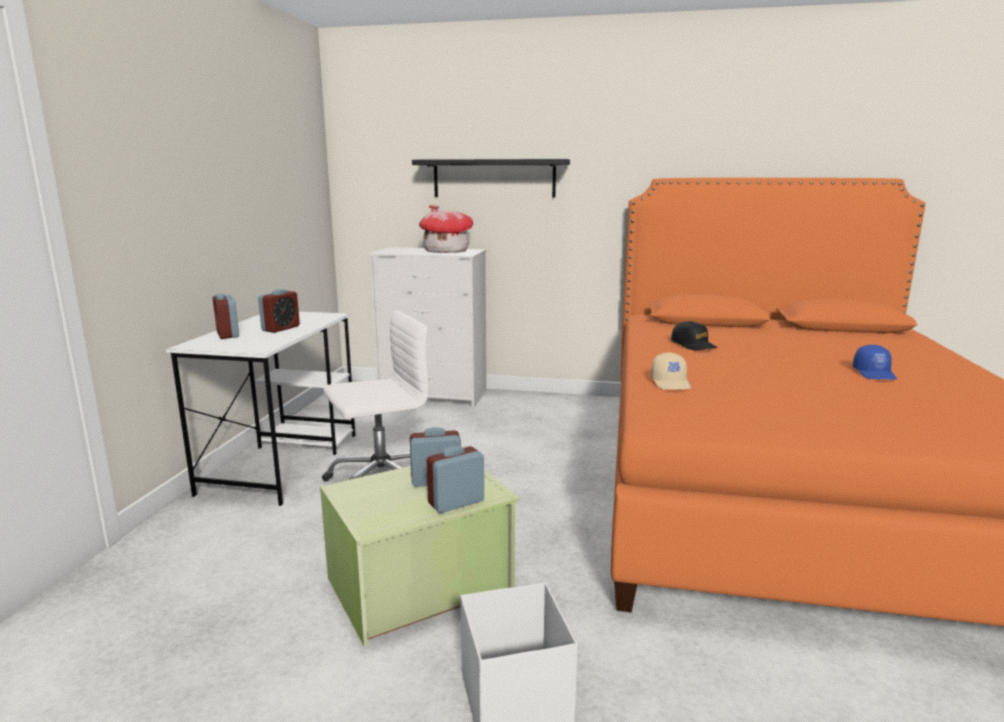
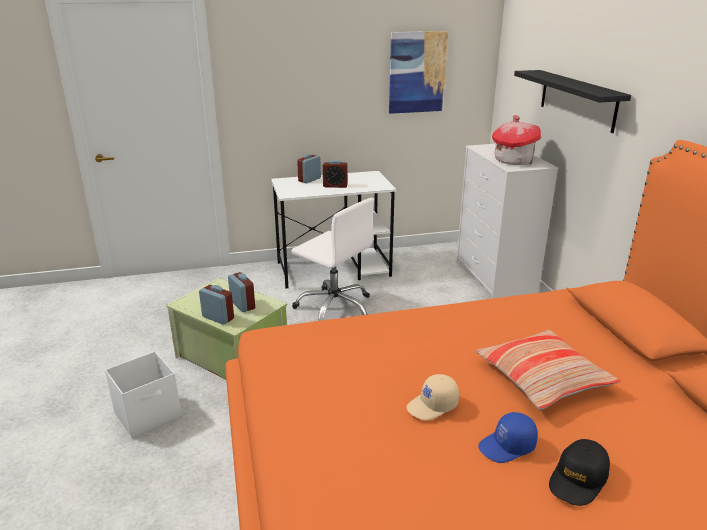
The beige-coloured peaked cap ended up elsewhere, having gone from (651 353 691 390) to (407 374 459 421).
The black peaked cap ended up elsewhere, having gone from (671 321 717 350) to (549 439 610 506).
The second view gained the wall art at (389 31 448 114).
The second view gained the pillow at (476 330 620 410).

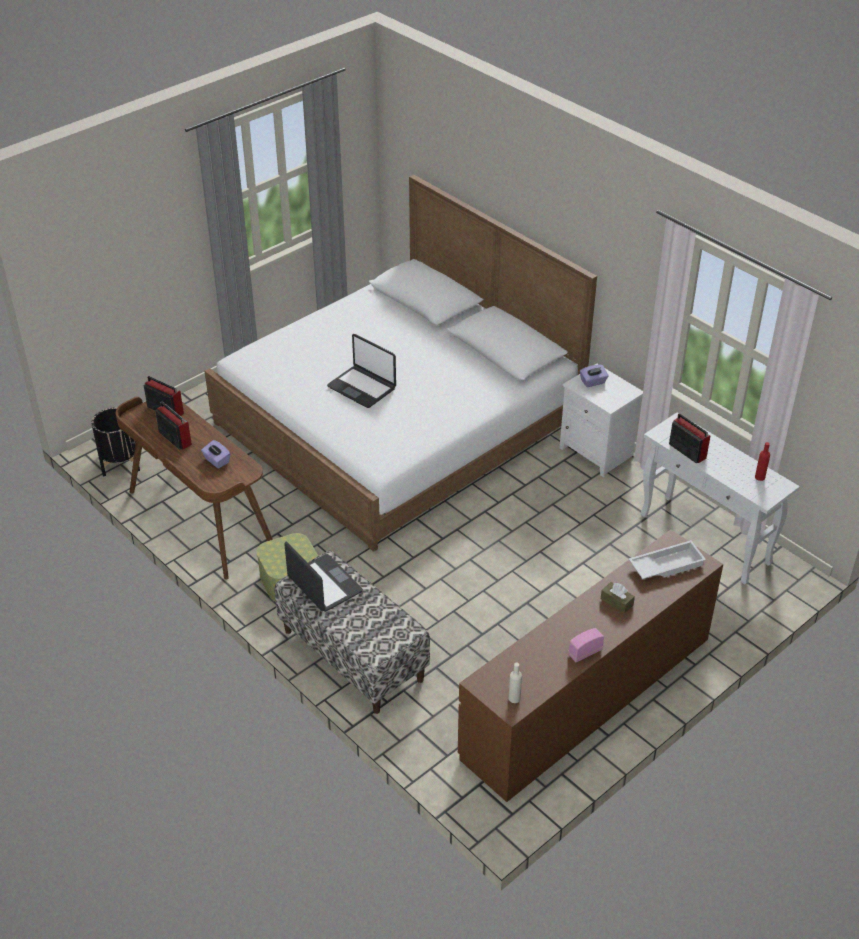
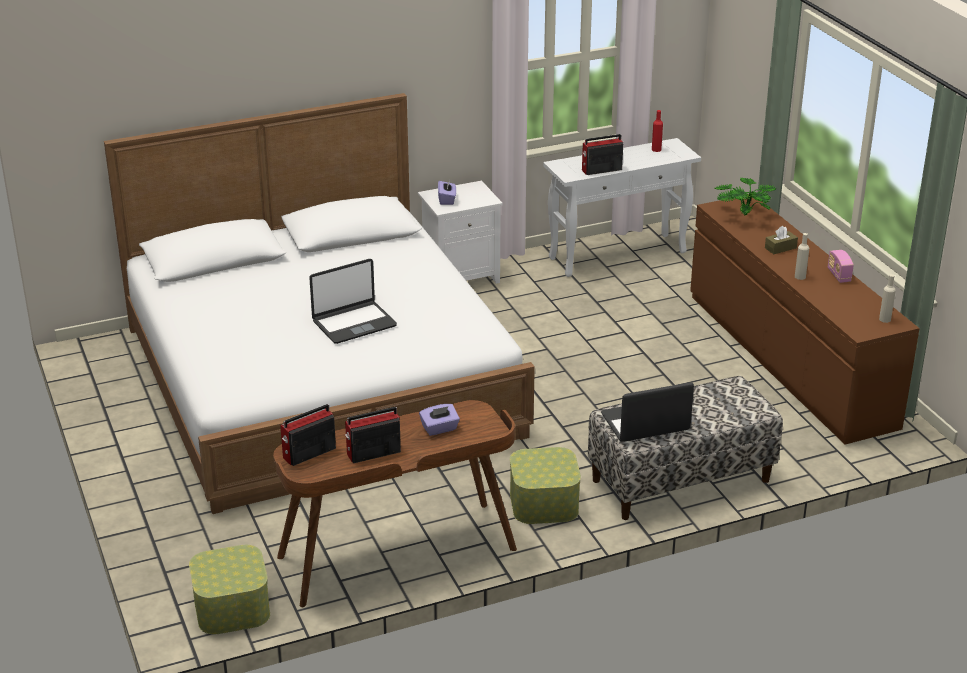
Where the black planter stood at (91 408 140 476), the storage box came to stand at (189 545 270 635).
Where the whitish tray stood at (629 540 706 579), the potted plant came to stand at (714 177 777 216).
The second view gained the beige-coloured beverage bottle at (795 233 809 280).

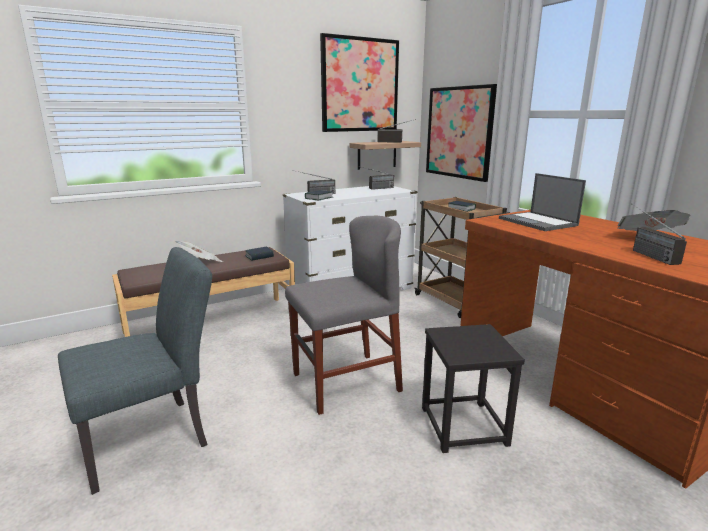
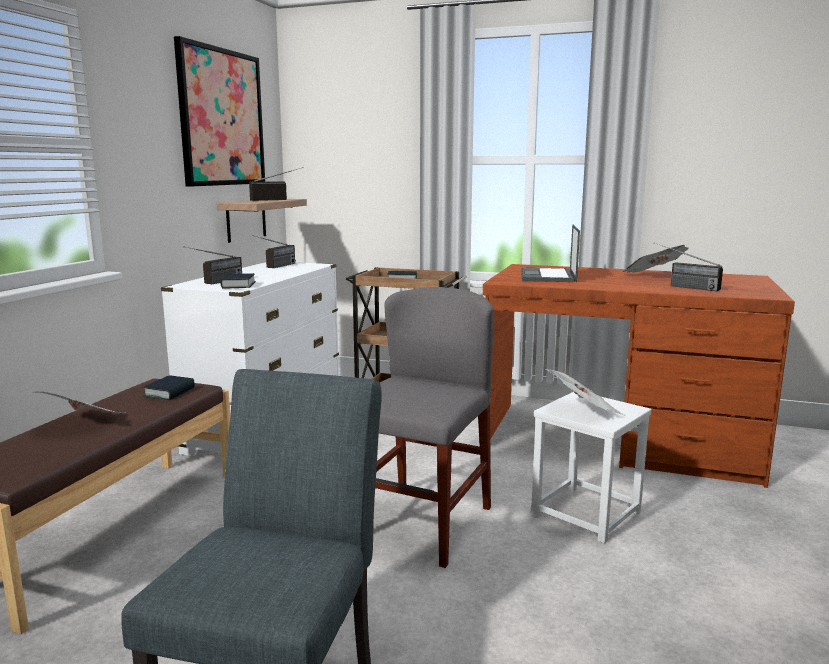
What was the black sitting stool at (422 324 525 453) turned into the whitish sitting stool at (531 392 652 543).
The second view lost the wall art at (426 84 497 182).
The portable computer at (499 173 586 231) ended up facing another way, 75 degrees clockwise from before.
The second view gained the newspaper at (546 369 626 416).

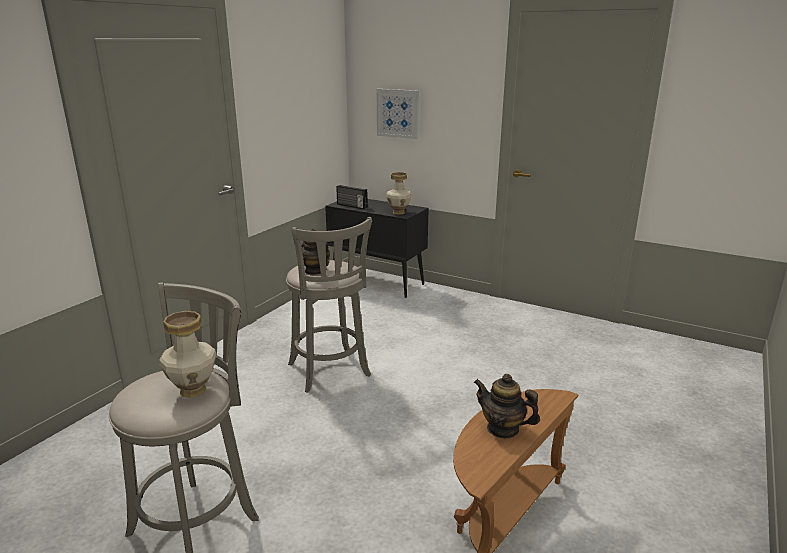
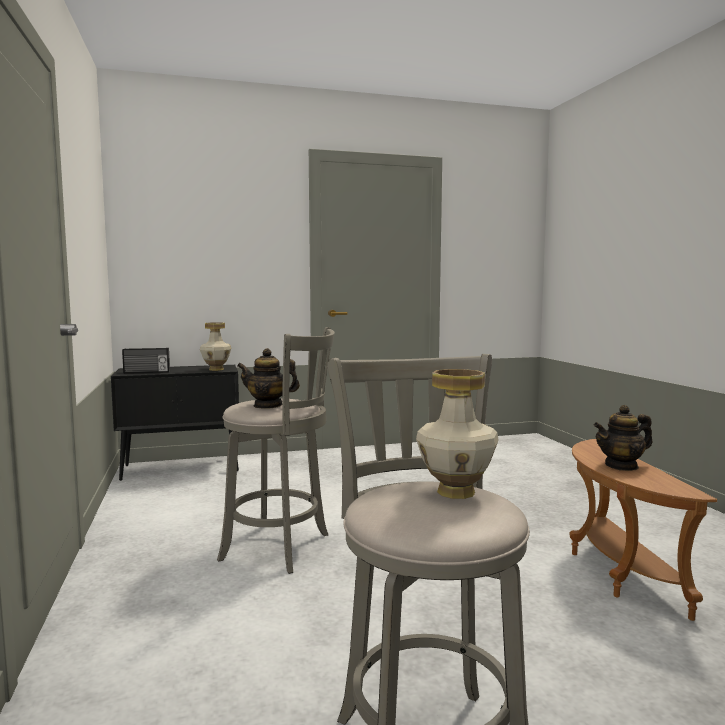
The second view lost the wall art at (376 89 419 139).

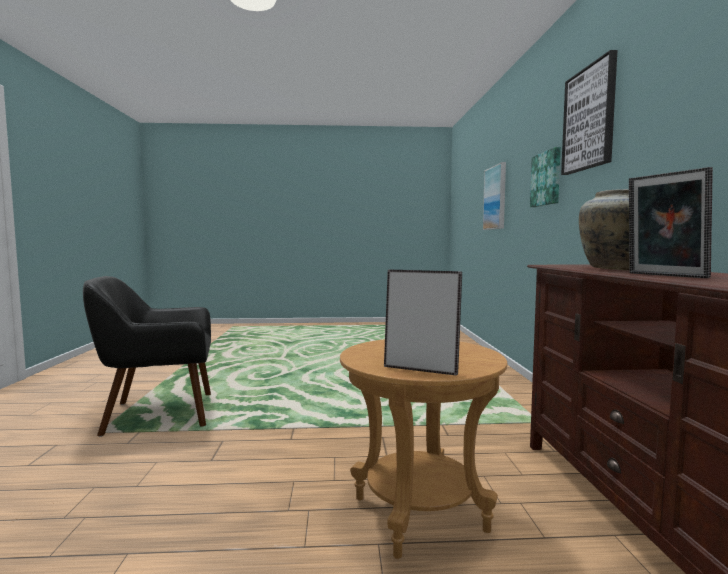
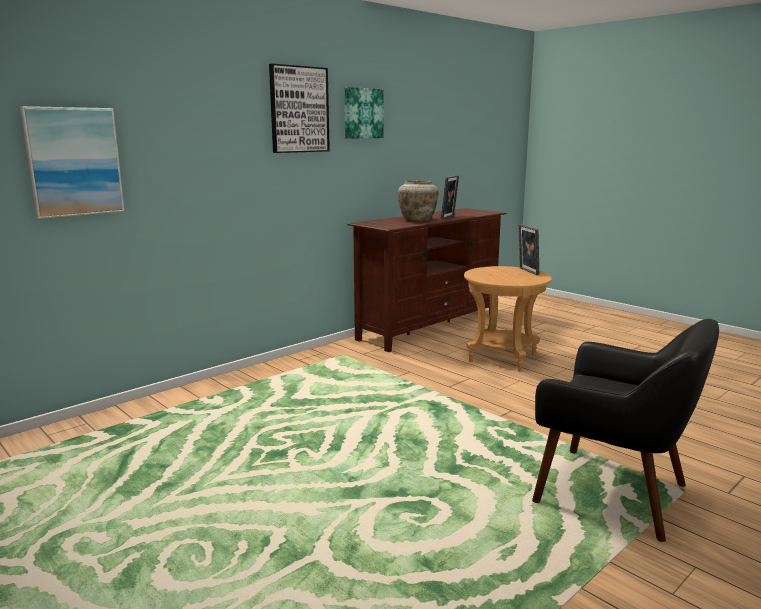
The wall art ended up elsewhere, having gone from (530 147 561 207) to (345 87 384 139).

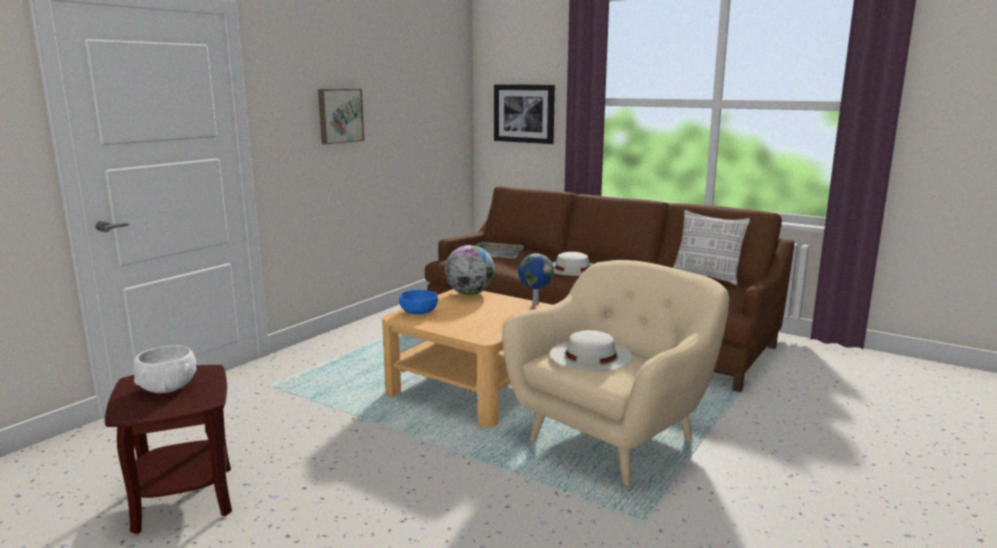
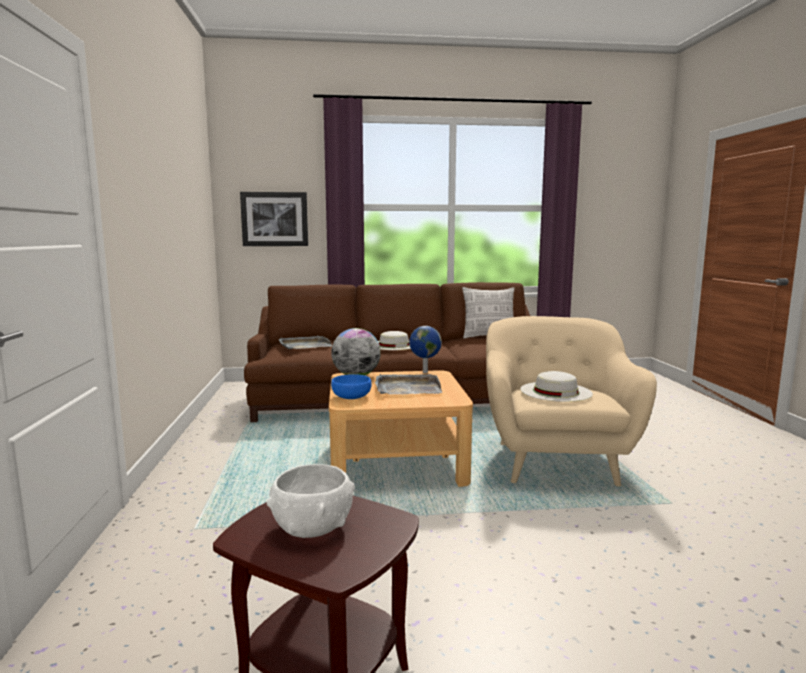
The second view lost the wall art at (318 89 364 144).
The second view gained the gray tray at (375 374 442 394).

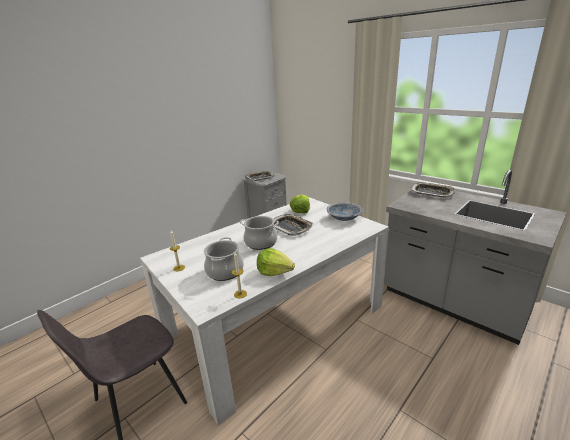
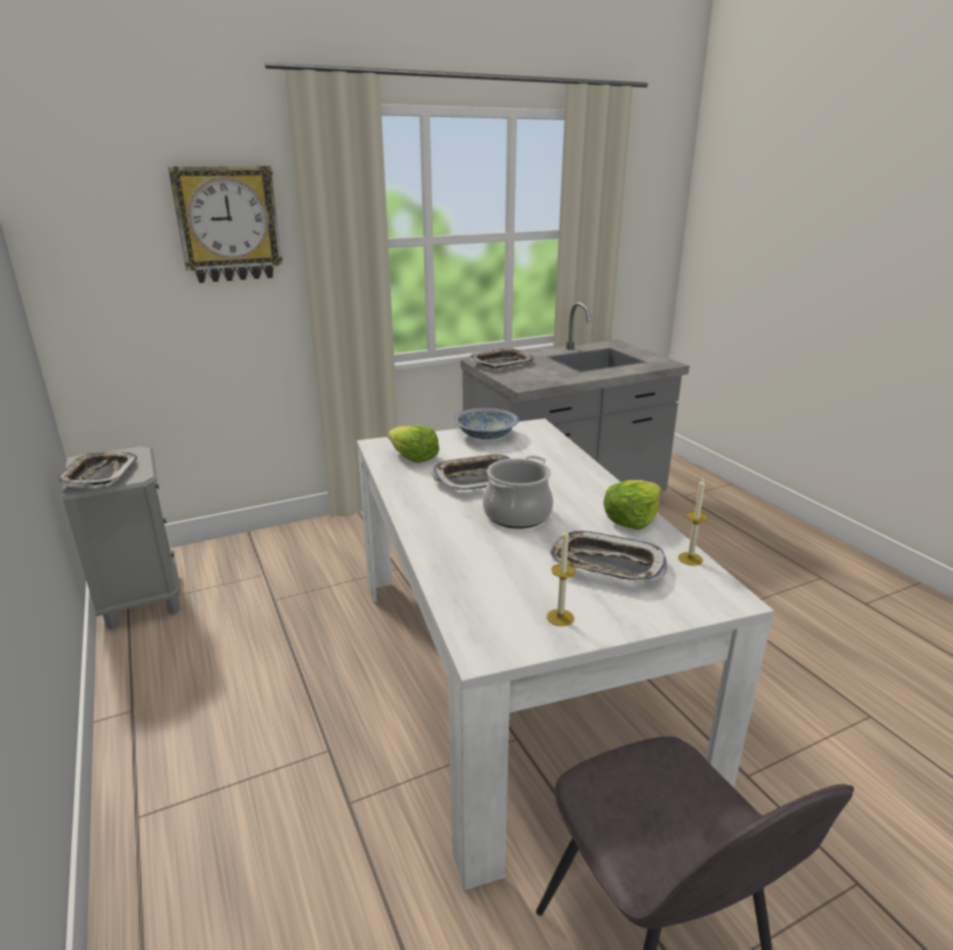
Where the cooking pot stood at (204 237 244 281), the tray came to stand at (549 531 667 581).
The second view gained the wall clock at (168 166 283 283).

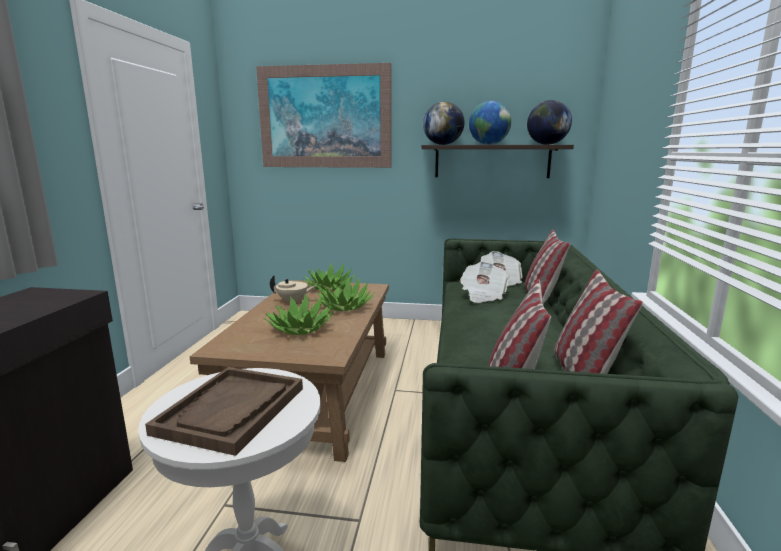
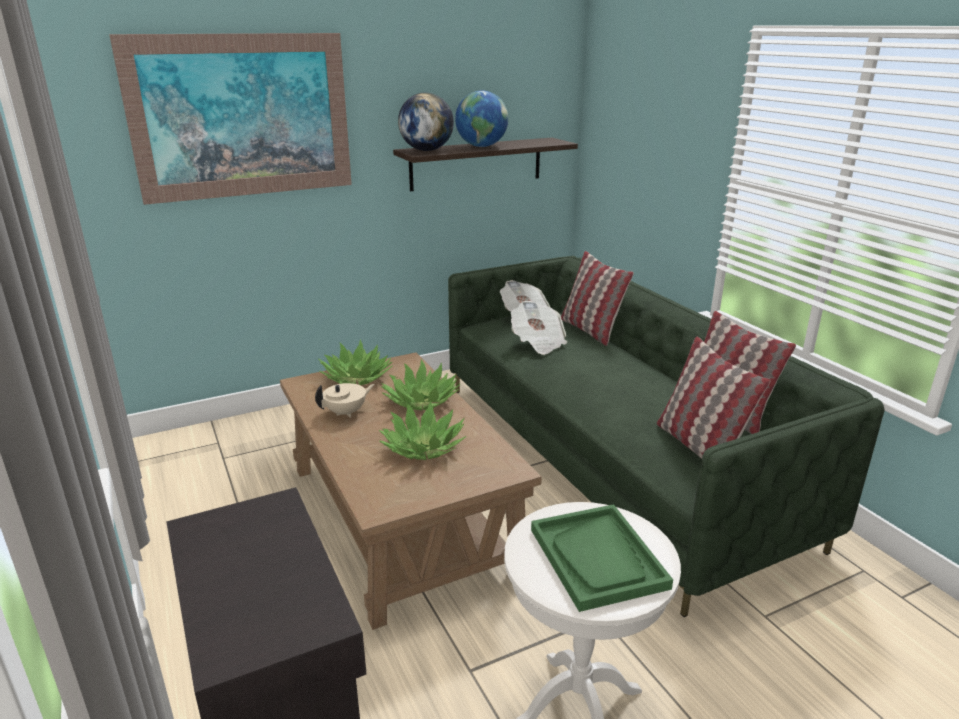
What was the brown-coloured tray at (145 367 303 456) turned into the greenish tray at (531 504 673 612).
The second view lost the world globe at (527 100 572 145).

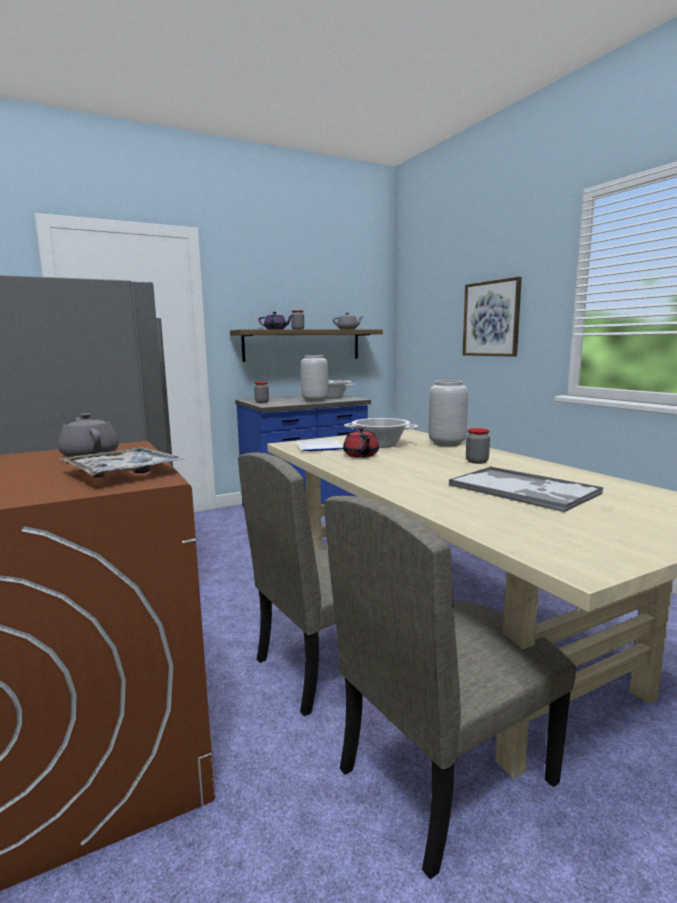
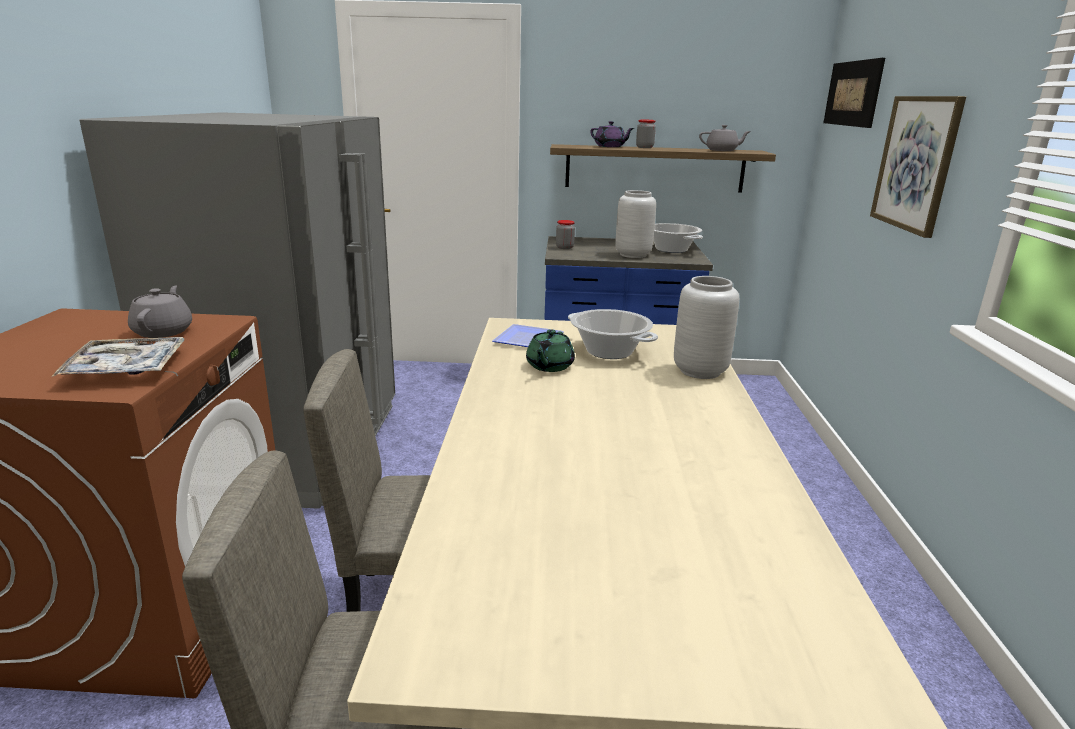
What was the red teapot at (343 427 379 458) turned into the greenish teapot at (526 329 575 372).
The second view lost the tray at (449 466 603 512).
The second view lost the jar at (466 428 490 464).
The second view gained the wall art at (823 58 885 128).

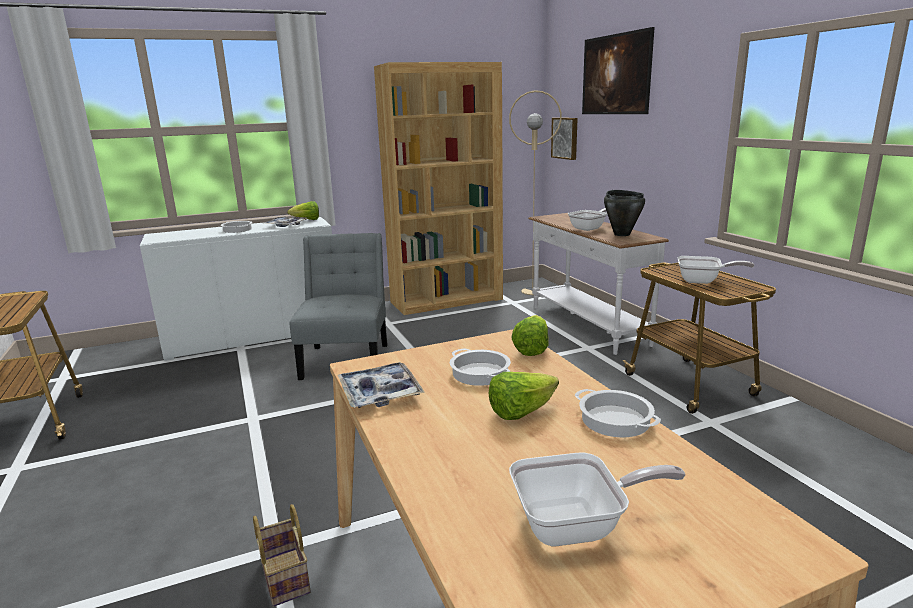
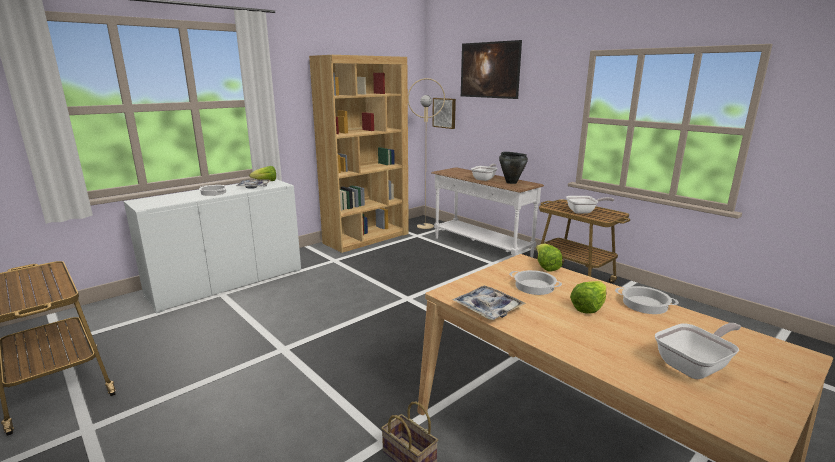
The second view lost the gray upright chair at (289 233 388 380).

